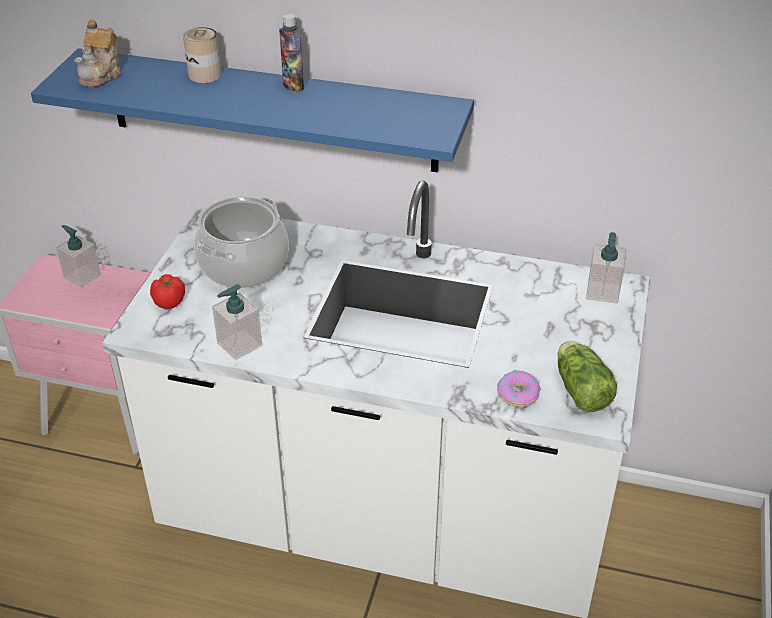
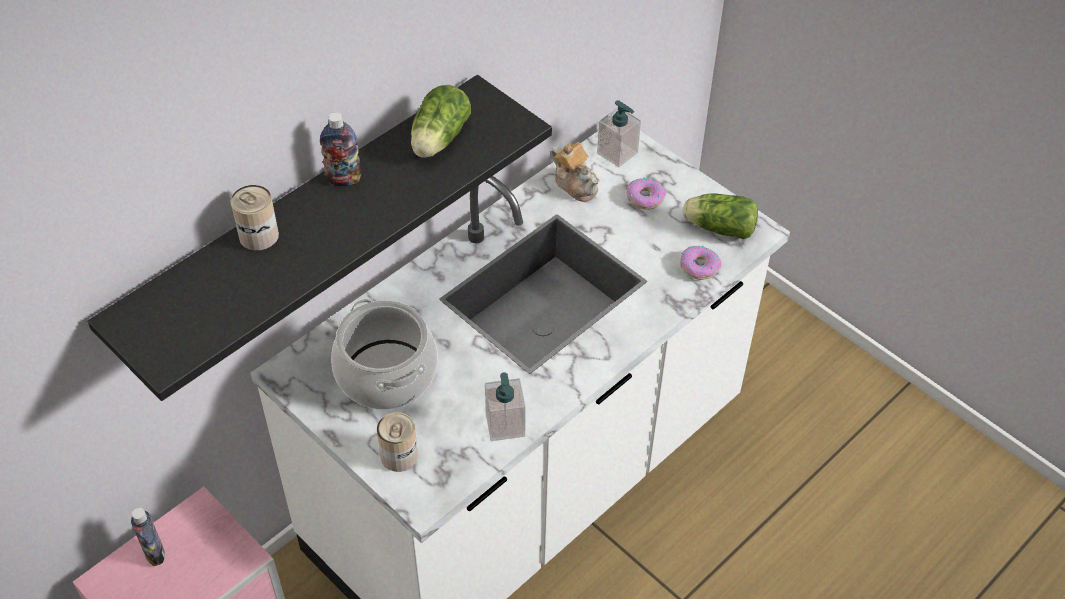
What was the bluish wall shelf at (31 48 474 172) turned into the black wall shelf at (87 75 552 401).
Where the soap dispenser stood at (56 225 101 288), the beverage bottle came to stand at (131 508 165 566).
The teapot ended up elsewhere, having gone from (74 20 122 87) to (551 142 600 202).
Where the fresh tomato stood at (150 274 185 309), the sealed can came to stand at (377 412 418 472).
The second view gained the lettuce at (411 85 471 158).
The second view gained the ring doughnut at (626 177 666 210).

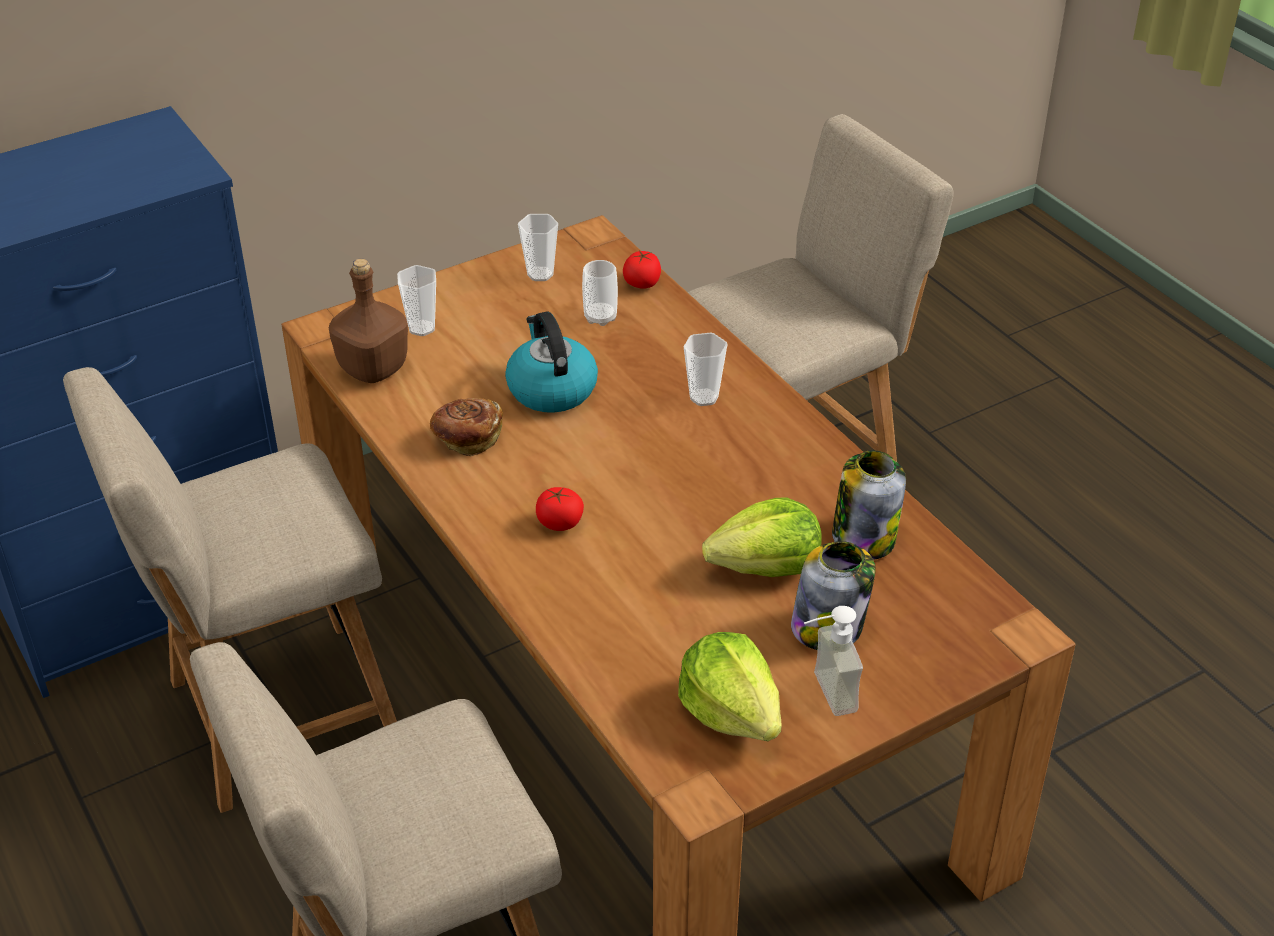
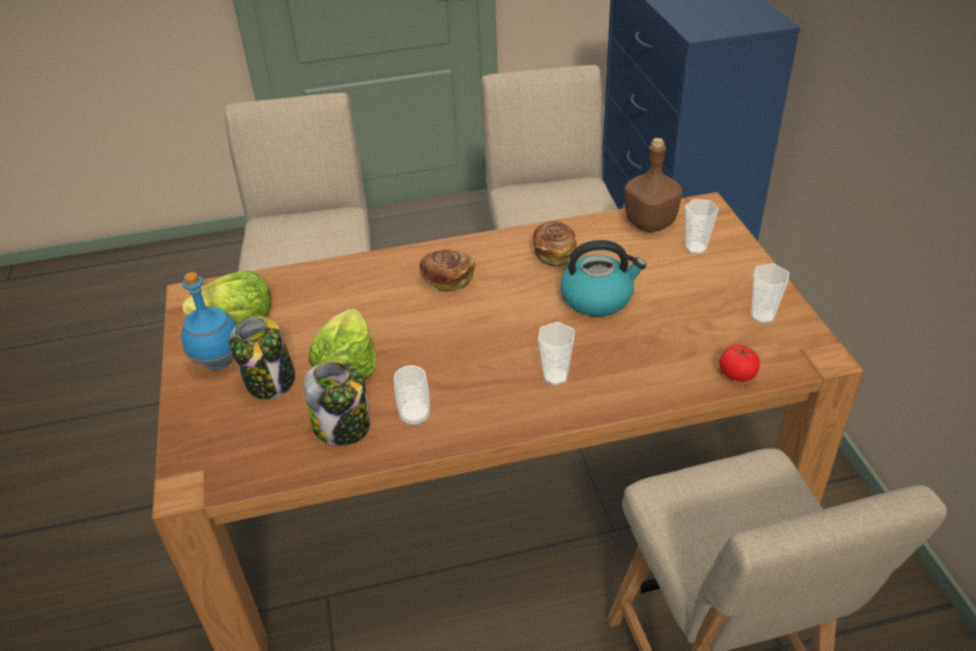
Where the fresh tomato stood at (536 487 584 531), the bakery bread came to stand at (419 250 475 292).
The drinking cup ended up elsewhere, having gone from (582 260 618 326) to (394 365 430 425).
Where the soap dispenser stood at (804 606 863 716), the bluish beverage bottle came to stand at (181 272 236 370).

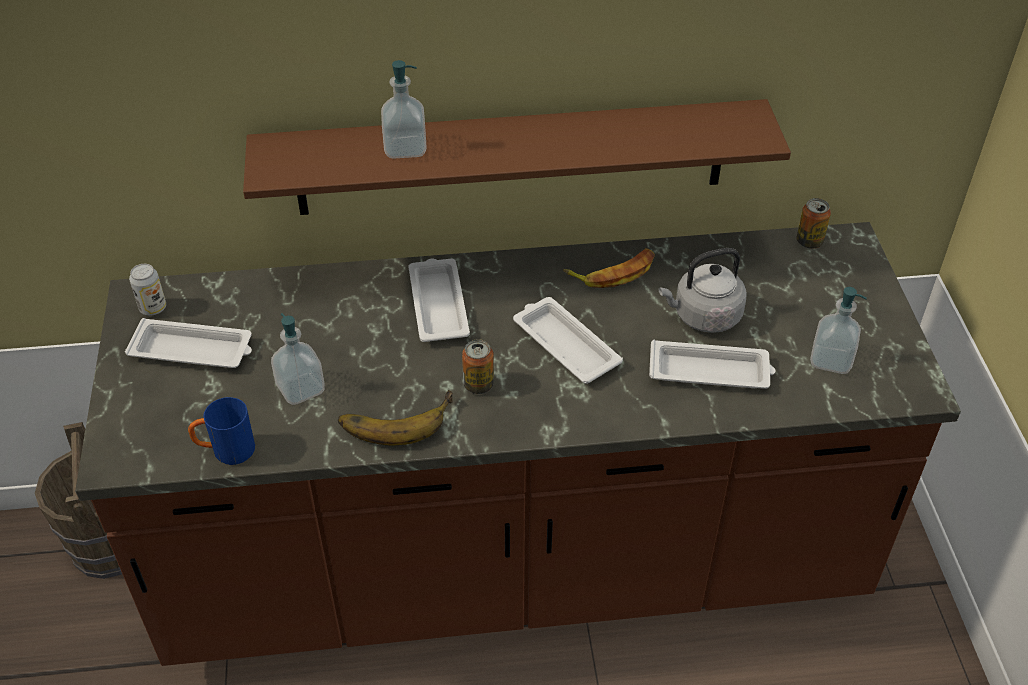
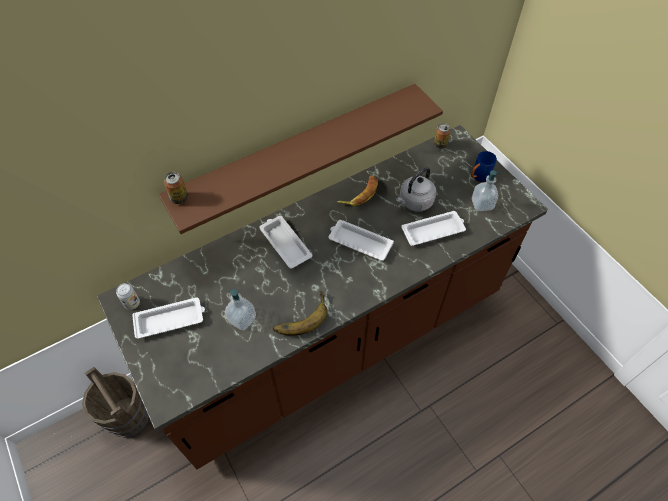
The bluish mug ended up elsewhere, having gone from (188 397 255 465) to (471 151 497 182).
The second view lost the soap dispenser at (381 60 427 159).
The sealed can ended up elsewhere, having gone from (462 339 494 394) to (164 172 188 204).

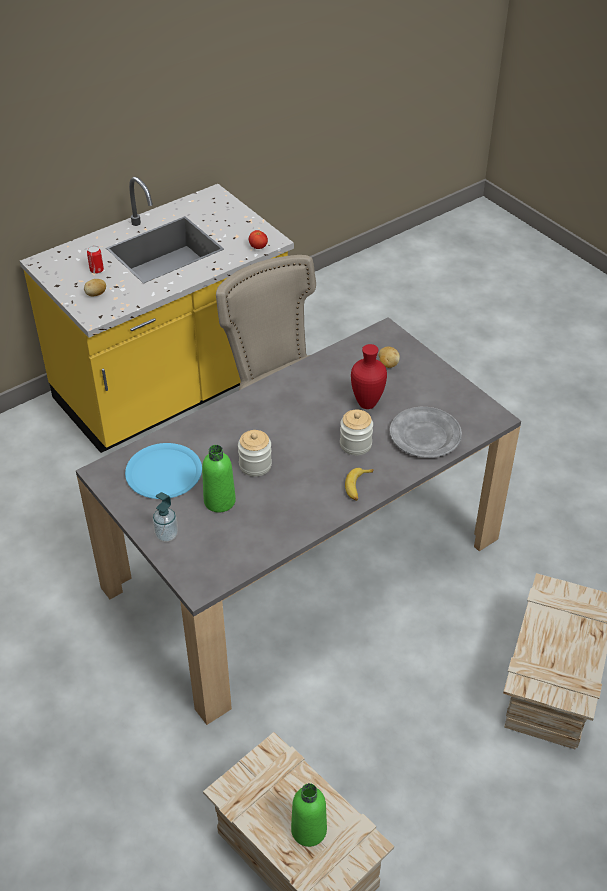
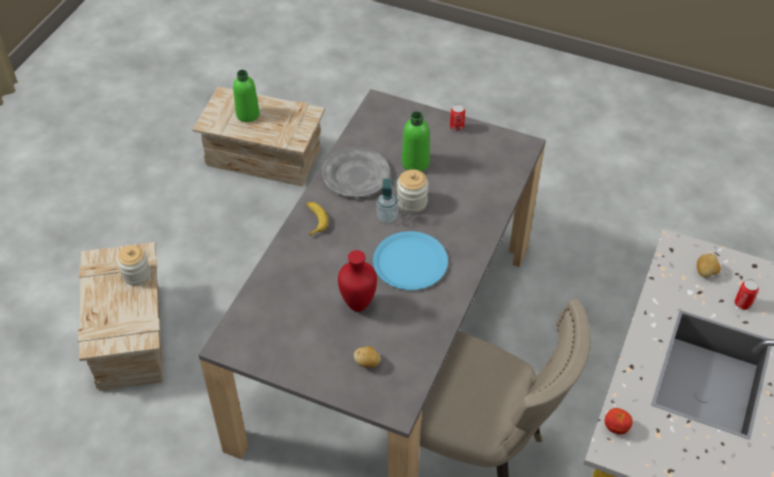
The bluish flat dish ended up elsewhere, having gone from (125 443 202 499) to (373 231 448 290).
The soap dispenser ended up elsewhere, having gone from (153 492 178 542) to (377 179 398 223).
The jar ended up elsewhere, having gone from (340 410 373 455) to (117 245 151 285).
The gray flat dish ended up elsewhere, having gone from (390 407 462 458) to (322 147 390 197).
The second view gained the sealed can at (450 104 465 132).

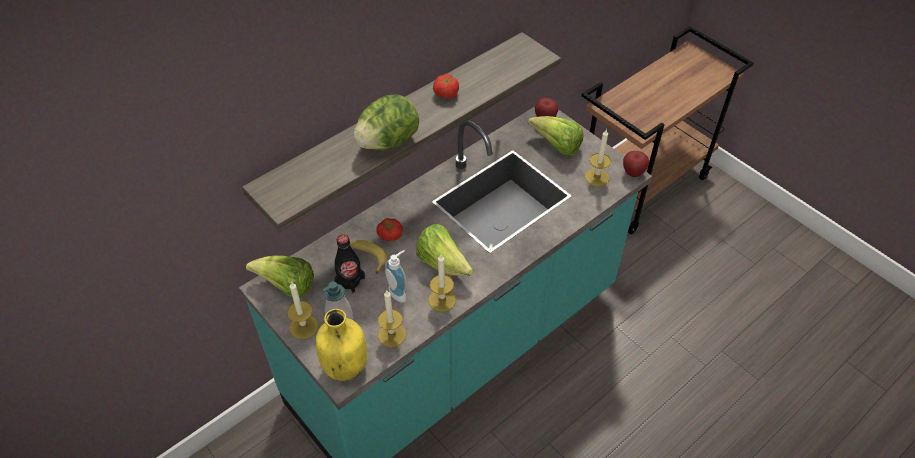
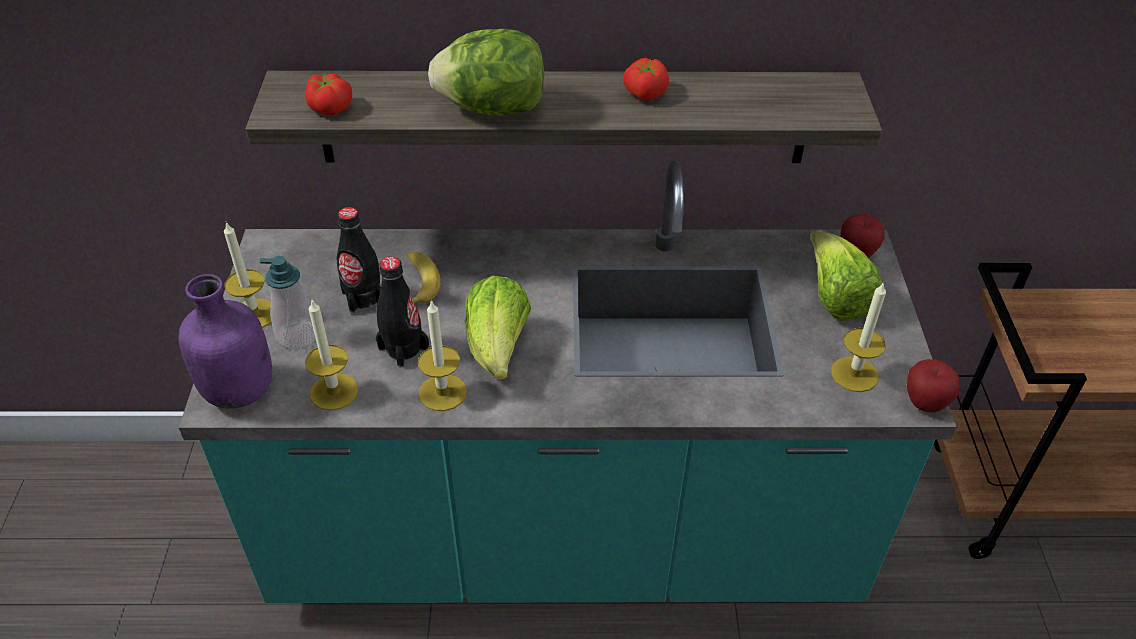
The second view lost the lettuce at (246 256 314 298).
What was the yellow beverage bottle at (315 309 367 381) turned into the purple-coloured beverage bottle at (178 274 272 409).
The fresh tomato ended up elsewhere, having gone from (376 218 403 241) to (305 73 352 115).
Where the soap dispenser stood at (385 250 406 303), the black beverage bottle came to stand at (376 256 429 368).

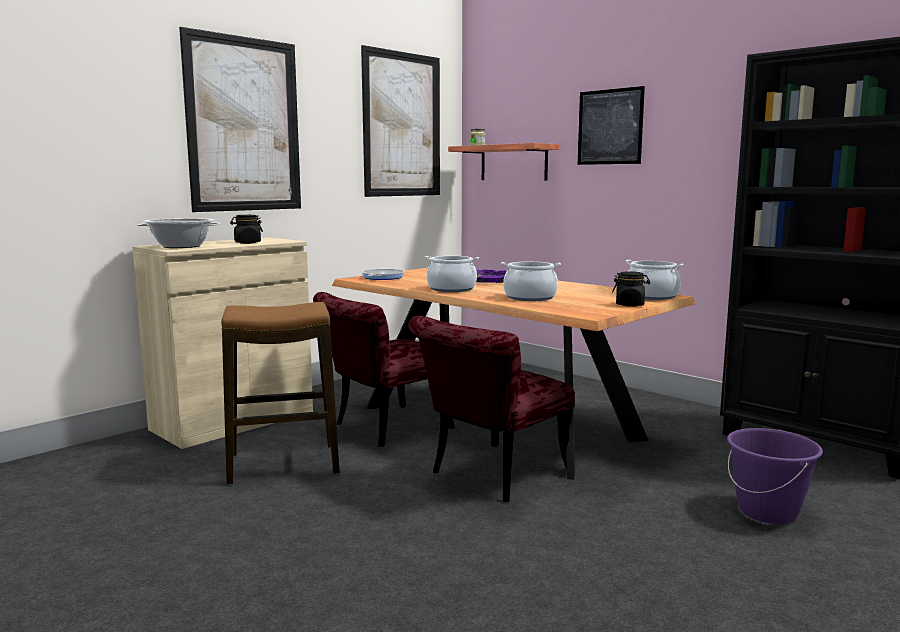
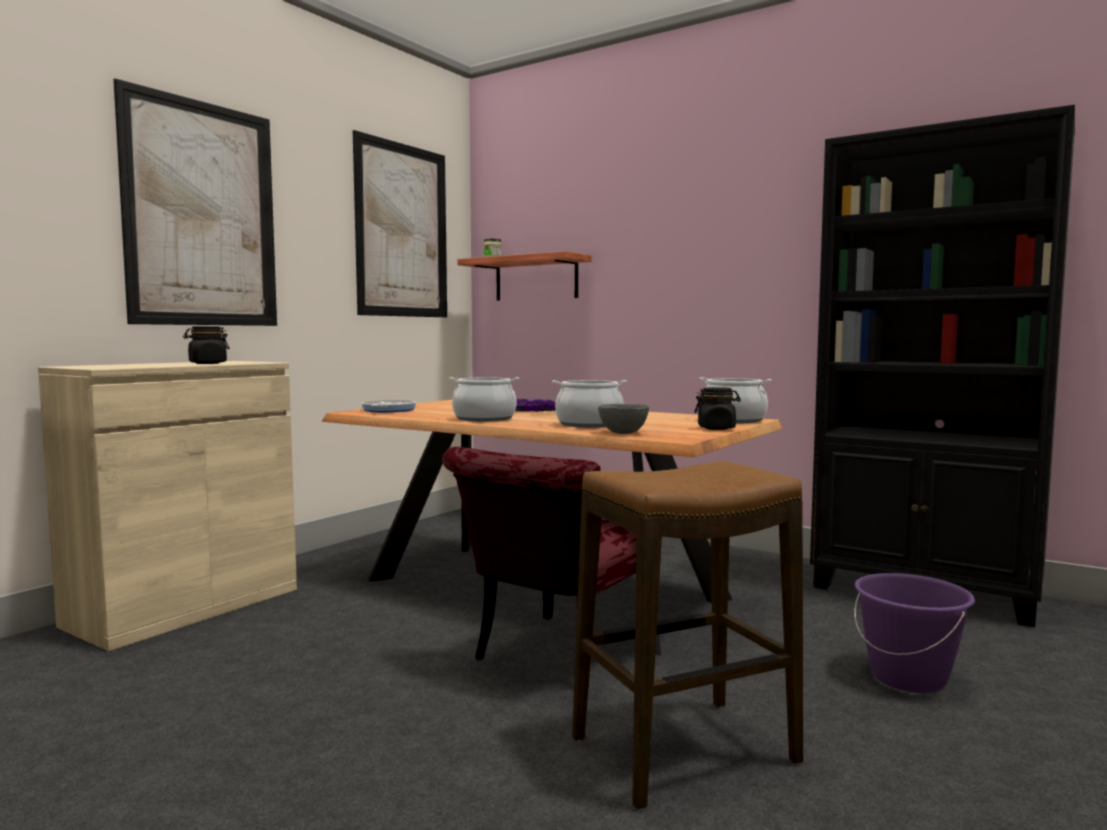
The second view lost the cooking pot at (137 218 221 248).
The sitting stool ended up elsewhere, having gone from (221 302 340 485) to (572 461 803 809).
The second view lost the red upright chair at (313 292 455 447).
The second view lost the wall art at (578 86 645 165).
The second view gained the gray deep dish at (598 404 649 434).

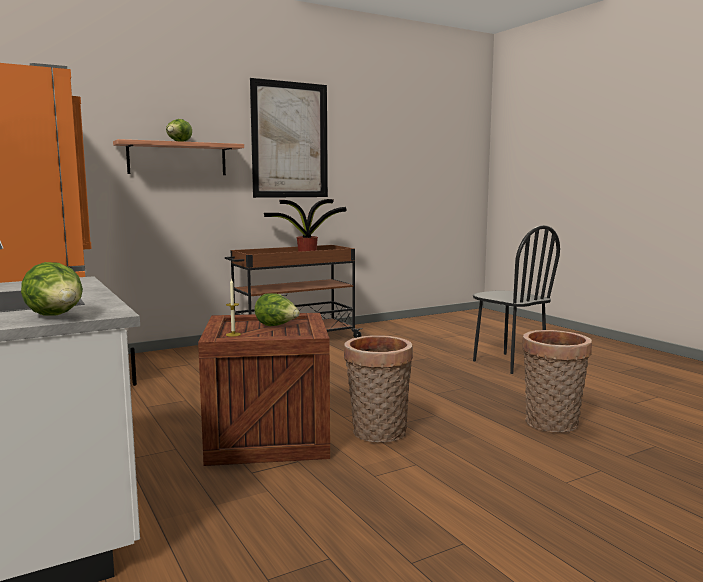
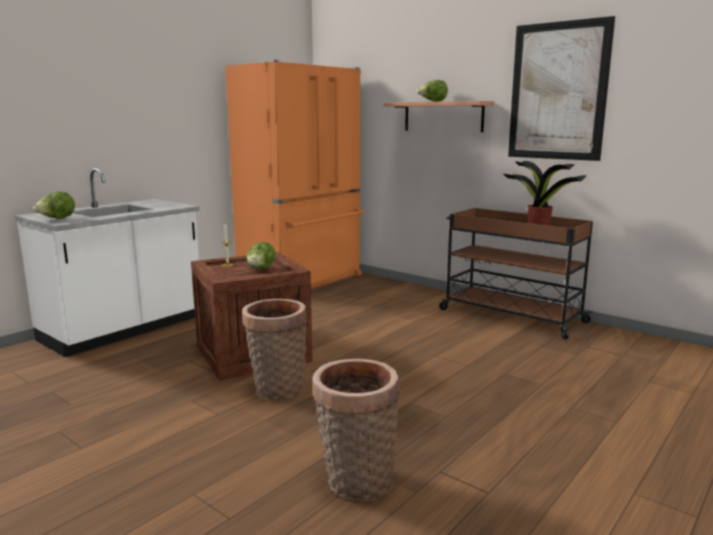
The second view lost the black upright chair at (473 225 560 374).

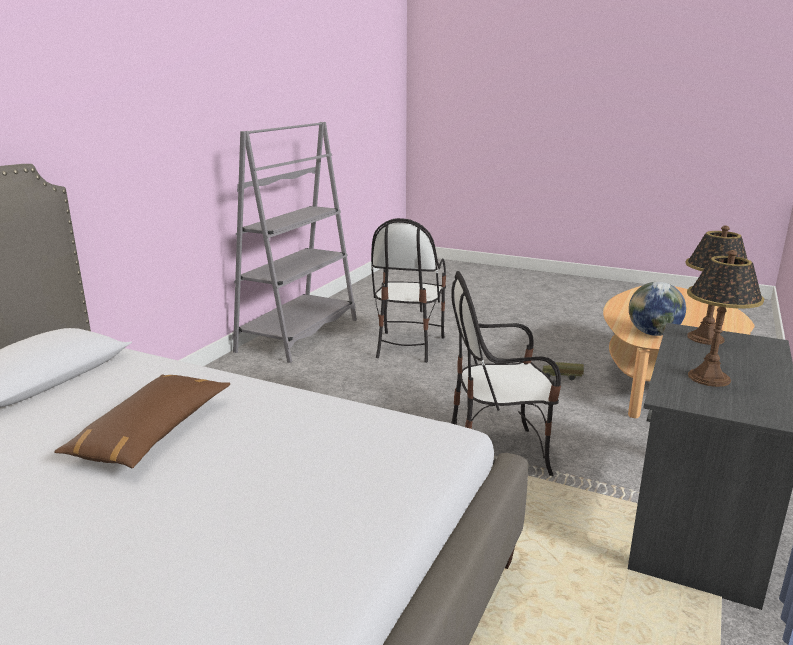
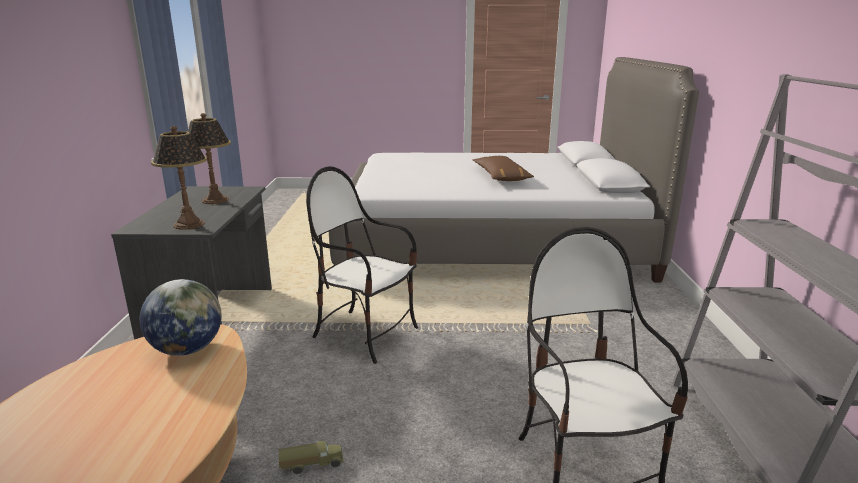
The upright chair at (451 271 561 476) ended up facing another way, 120 degrees counterclockwise from before.

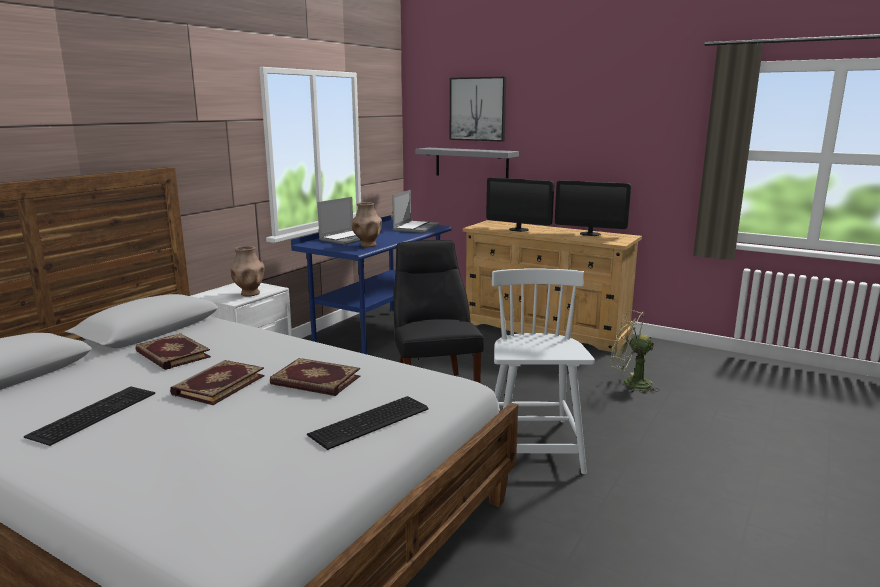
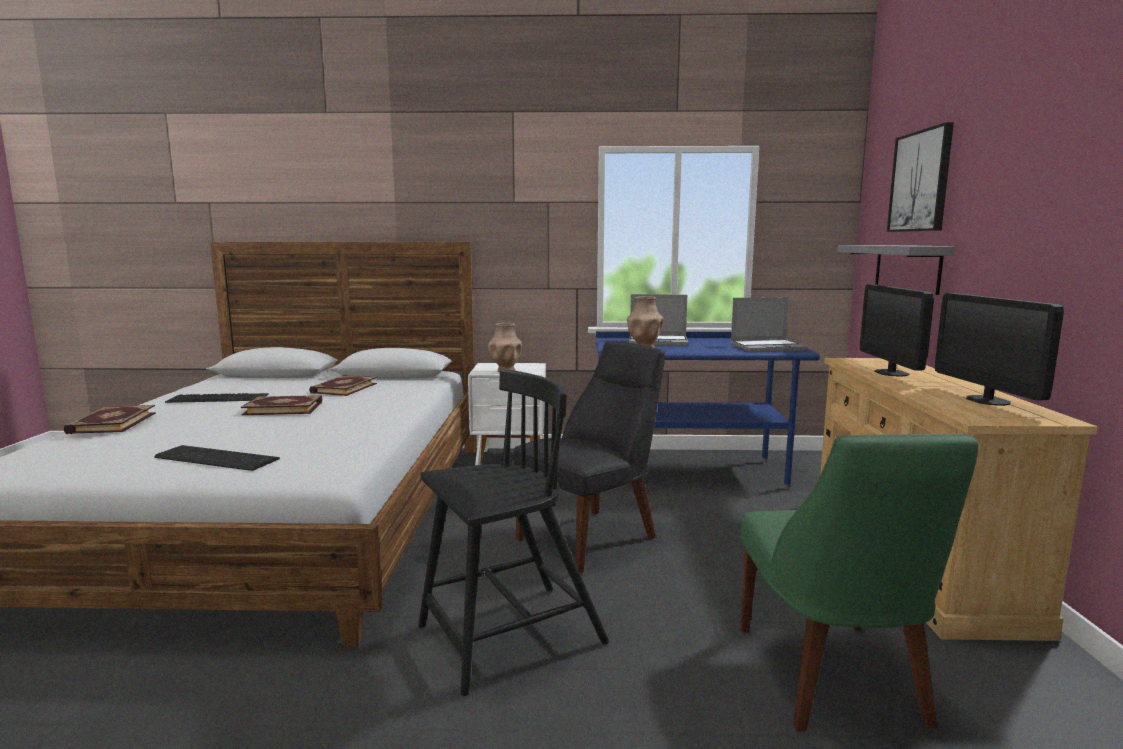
The book ended up elsewhere, having gone from (270 358 360 396) to (64 405 156 434).
What was the whitish upright chair at (492 268 595 474) turned into the black upright chair at (418 369 609 696).
Where the greenish fan stood at (610 310 660 394), the greenish upright chair came to stand at (740 434 979 732).

